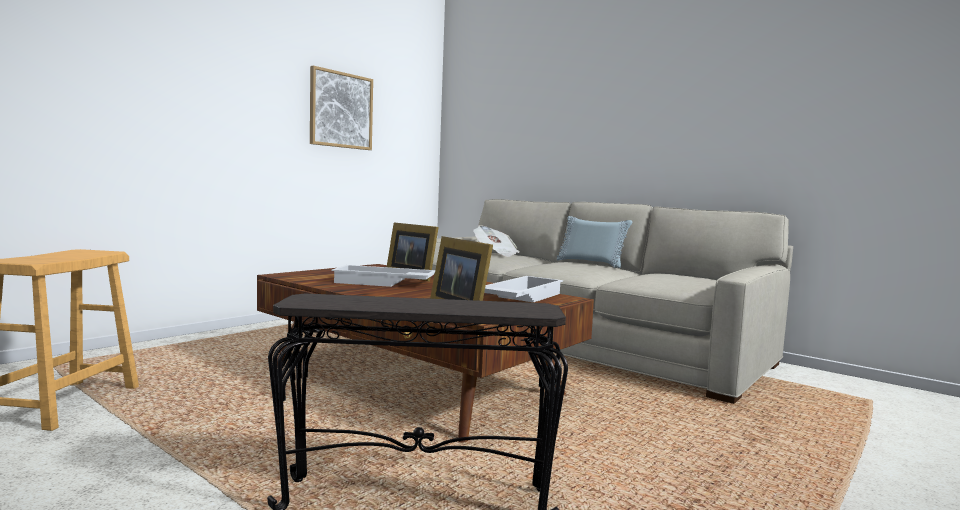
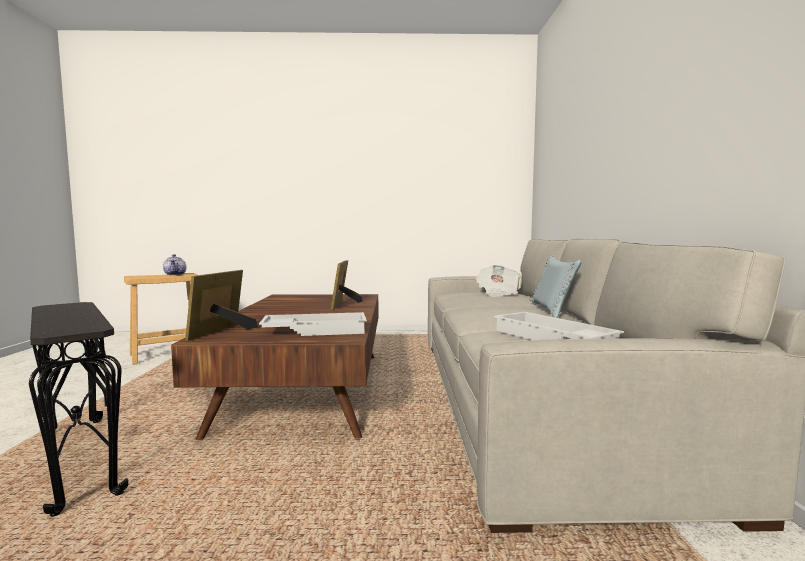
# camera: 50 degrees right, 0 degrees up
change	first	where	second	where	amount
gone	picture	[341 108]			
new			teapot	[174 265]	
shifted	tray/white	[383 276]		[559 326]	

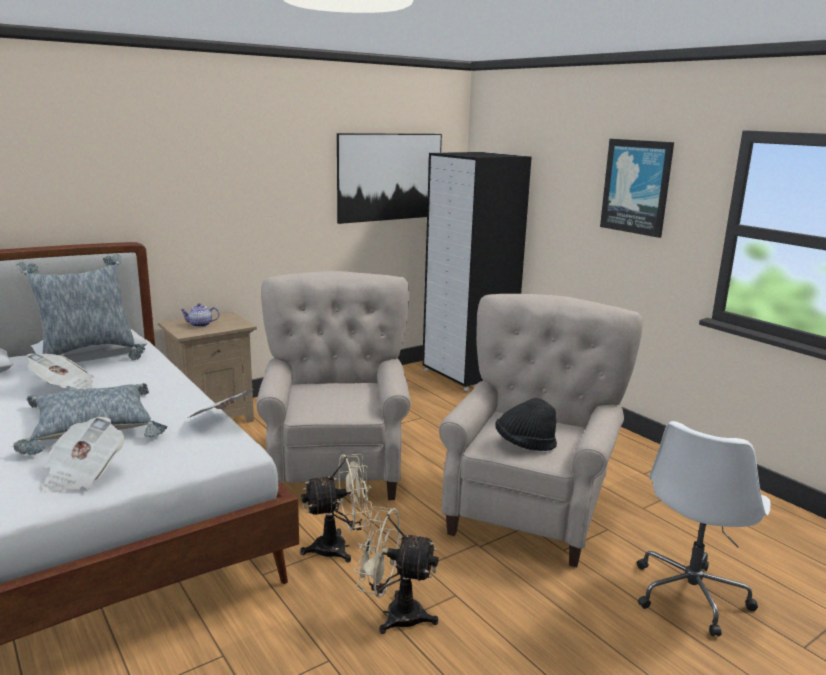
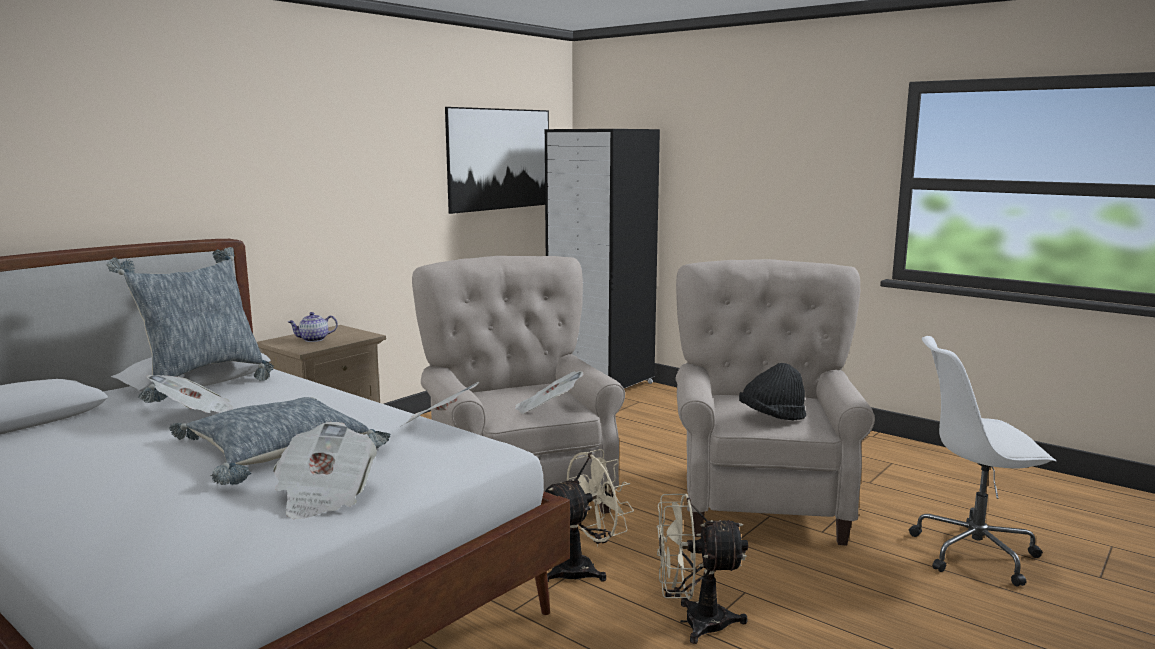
# camera: 15 degrees left, 5 degrees down
change	first	where	second	where	amount
gone	picture	[637 188]			
new			newspaper	[549 392]	
rotated	office chair/white	[703 528]		[982 461]	75 degrees clockwise

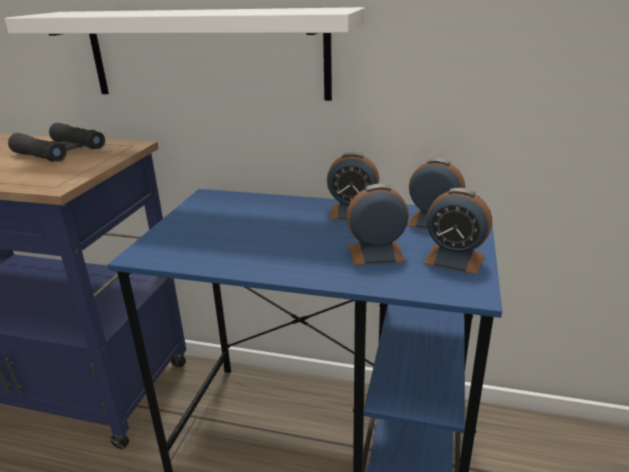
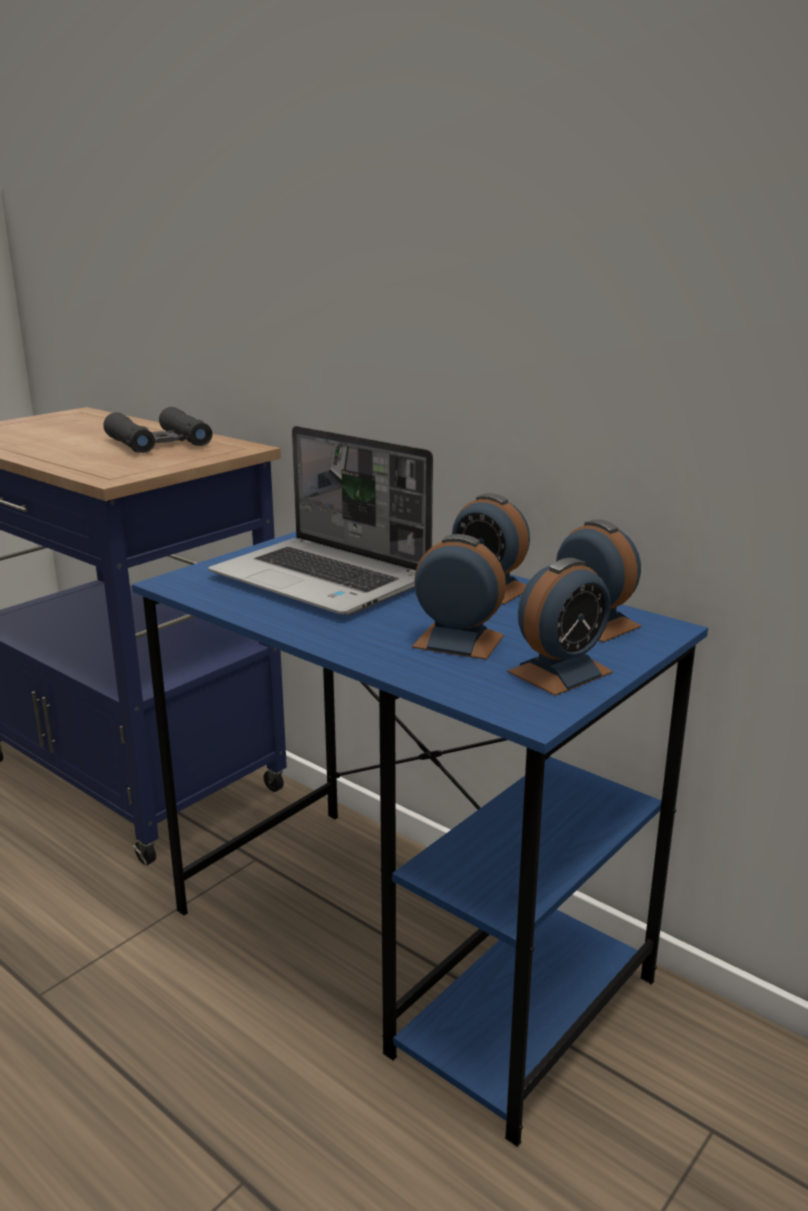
# camera: 25 degrees right, 5 degrees down
change	first	where	second	where	amount
gone	shelf/white	[185 54]			
new			laptop	[321 520]	
rotated	alarm clock	[457 231]		[560 627]	90 degrees counterclockwise

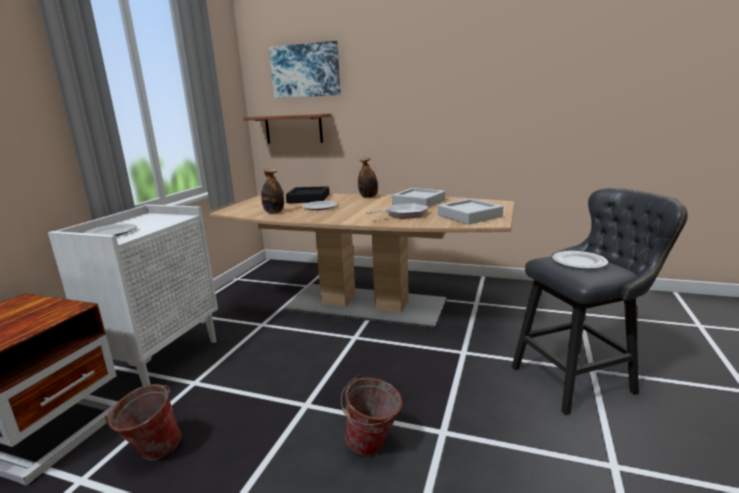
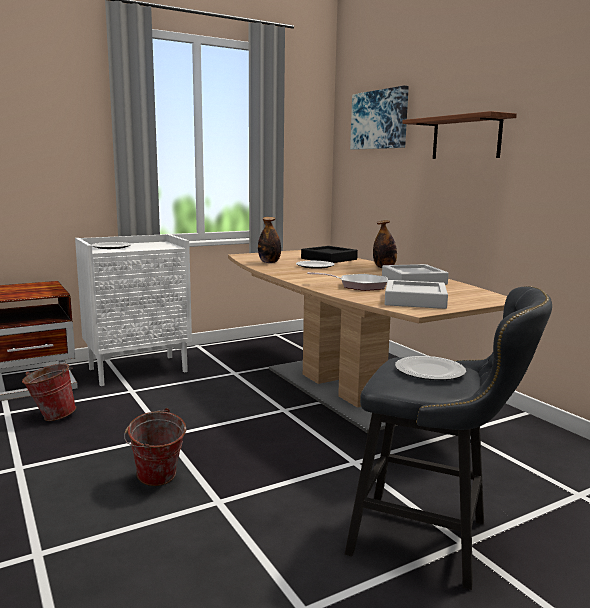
# camera: 40 degrees right, 5 degrees down
change	first	where	second	where	amount
shifted	shelf	[287 129]		[459 135]	

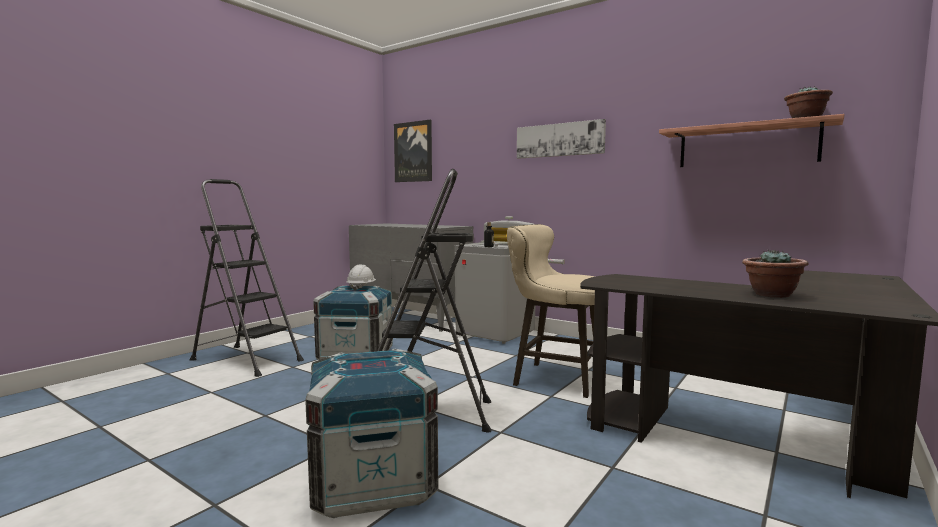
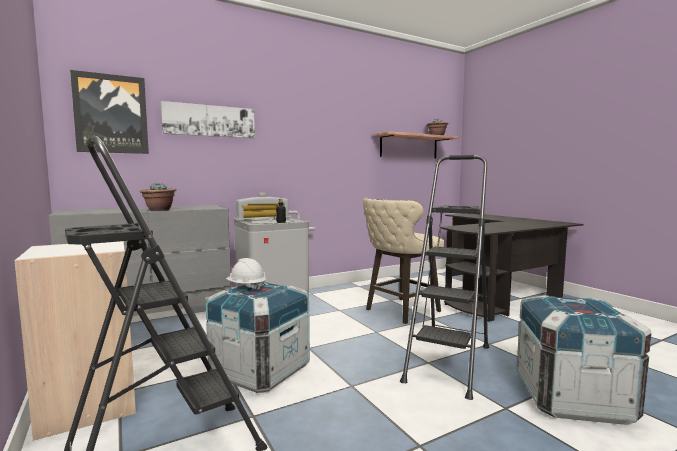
# camera: 65 degrees left, 0 degrees up
change	first	where	second	where	amount
new			bookcase	[75 341]	
shifted	picture	[561 139]		[208 119]	
shifted	potted plant	[775 274]		[158 197]	

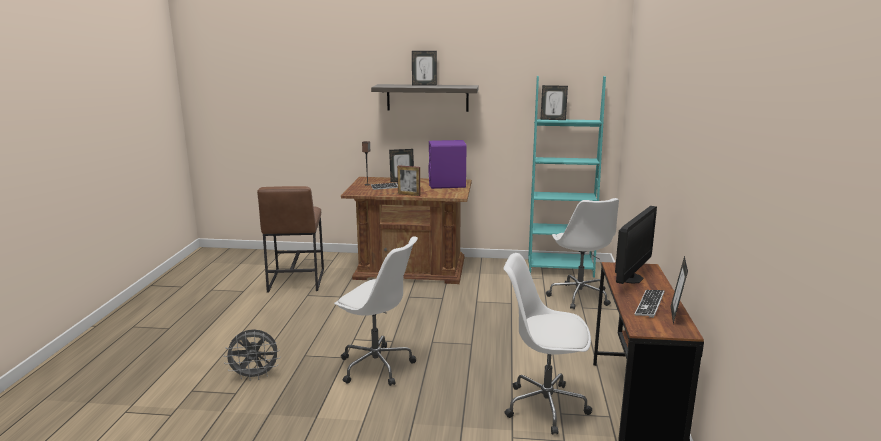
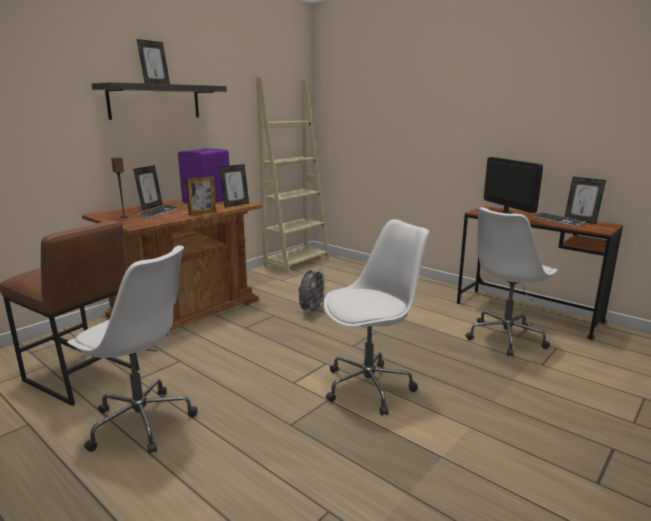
# camera: 55 degrees left, 0 degrees up
change	first	where	second	where	amount
shifted	fan/grey	[252 355]		[312 292]	
shifted	picture frame	[554 102]		[234 185]	
shifted	office chair/white	[582 253]		[132 349]	
repainted	bookcase/turquoise	[567 177]	bookcase/beige	[292 175]	

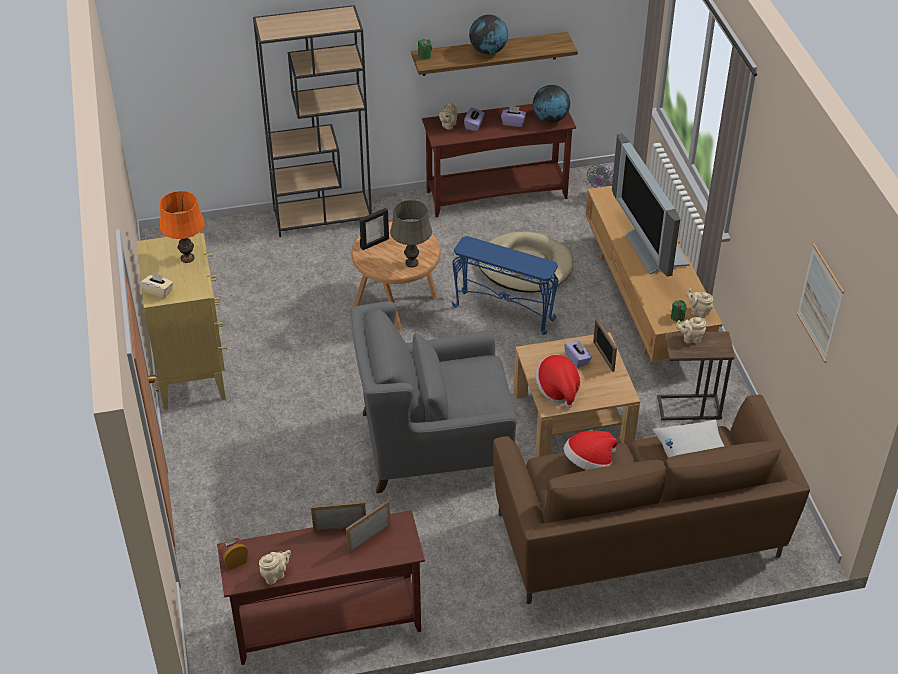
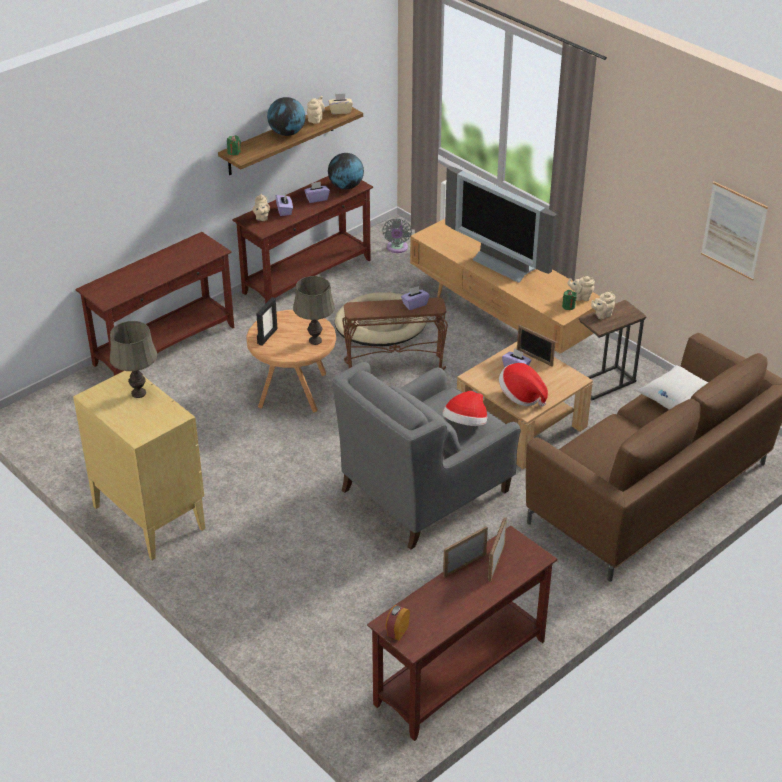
# camera: 30 degrees left, 5 degrees down
change	first	where	second	where	amount
new			tissue box/purple	[415 298]	
shifted	tissue box/beige	[157 285]		[341 104]	
shifted	teapot/beige	[275 567]		[316 110]	
shifted	hat	[591 450]		[465 408]	
swapped	bookcase	[312 121]	console table/brown	[154 304]	
repainted	table lamp/orange	[182 227]	table lamp/grey	[133 359]	
repainted	side table/blue	[505 285]	side table/brown	[395 333]	

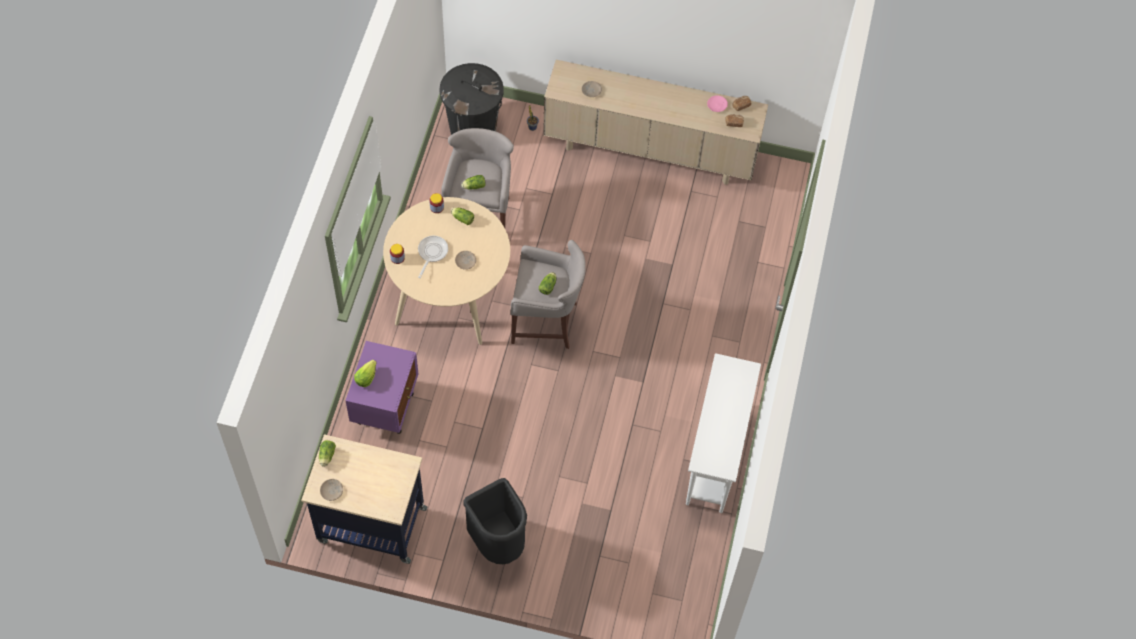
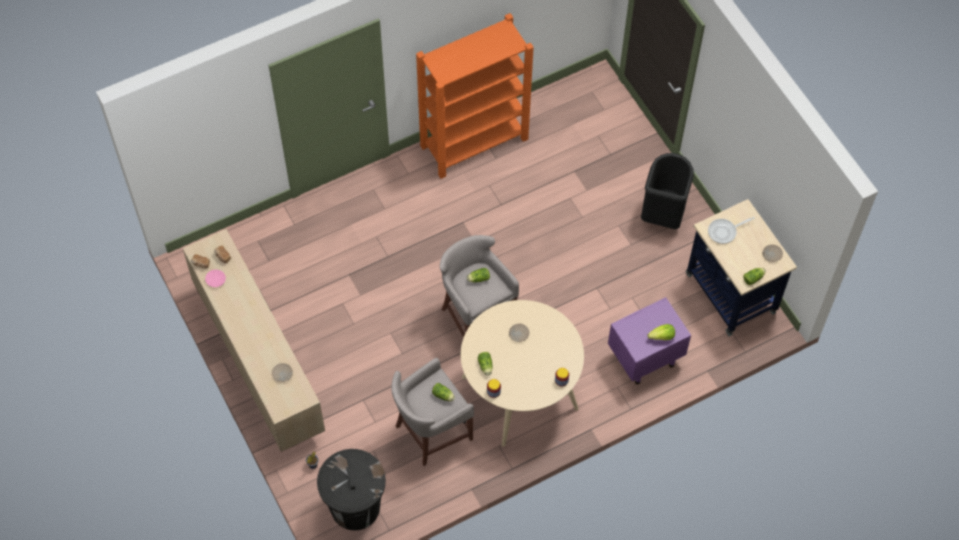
# camera: 130 degrees left, 0 degrees up
change	first	where	second	where	amount
shifted	frying pan	[433 257]		[731 230]	
swapped	console table/white	[723 433]	bookcase/orange	[475 96]	

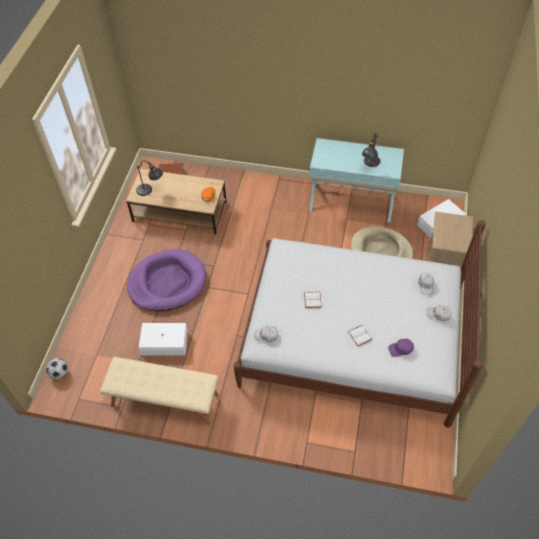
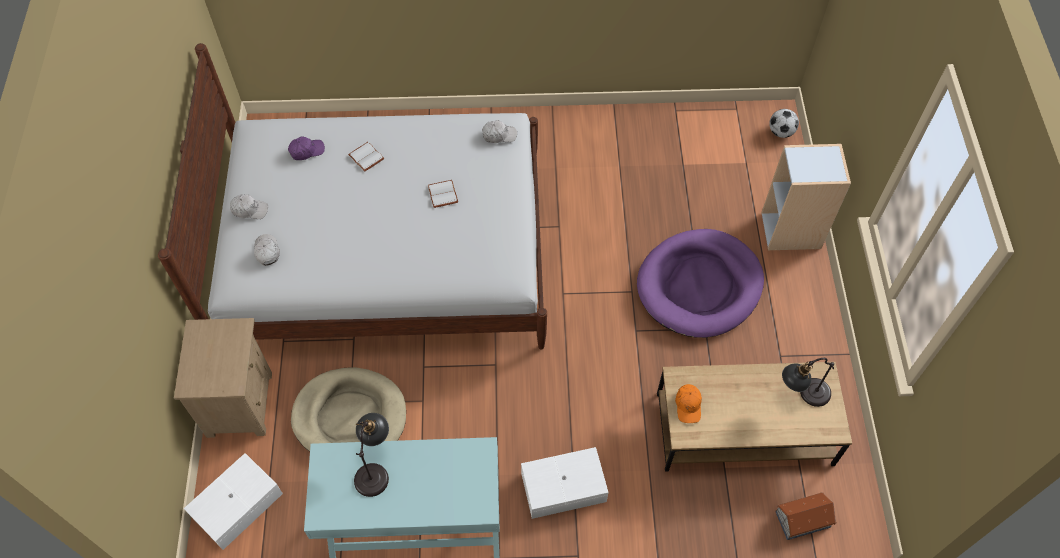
# camera: 165 degrees right, 5 degrees up
change	first	where	second	where	amount
gone	bench/beige	[159 391]			
new			bookcase	[806 197]	
shifted	storage box/white	[163 339]		[565 483]	

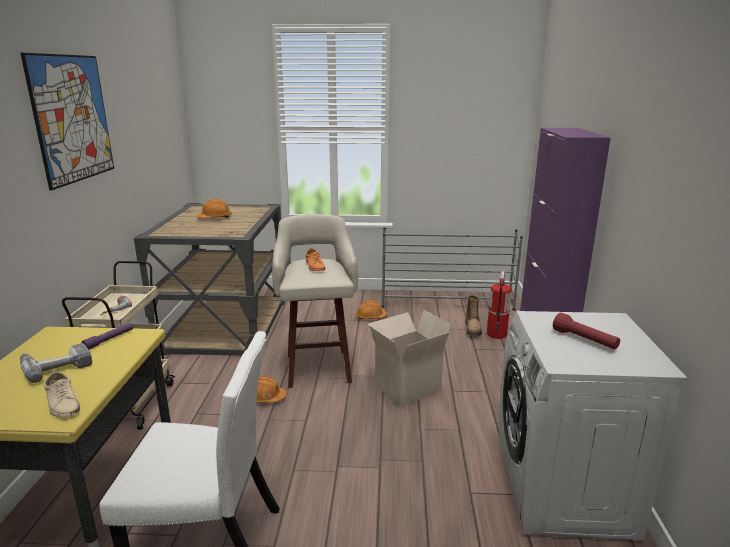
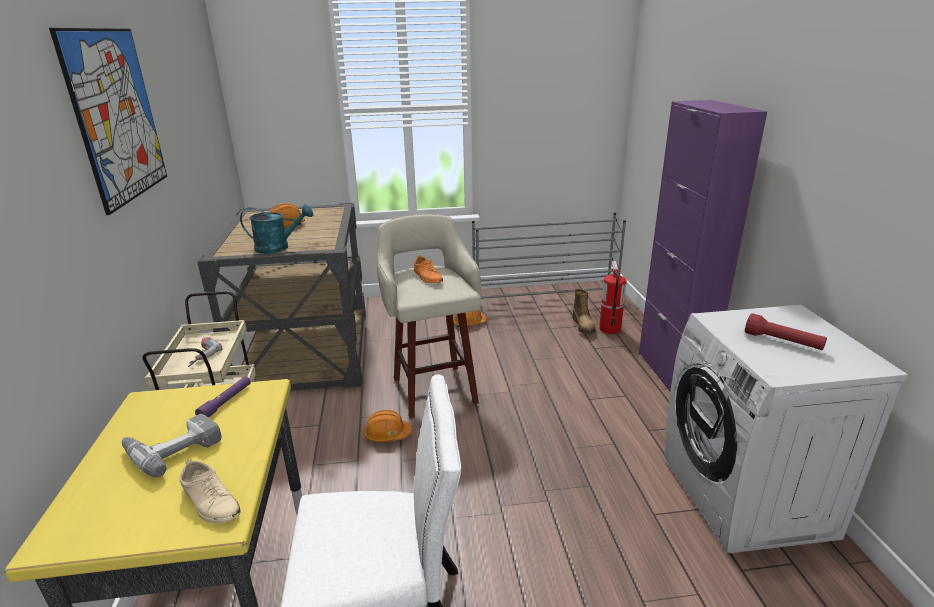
# camera: 10 degrees left, 5 degrees up
change	first	where	second	where	amount
gone	cardboard box	[409 358]			
new			watering can/turquoise	[276 229]	

